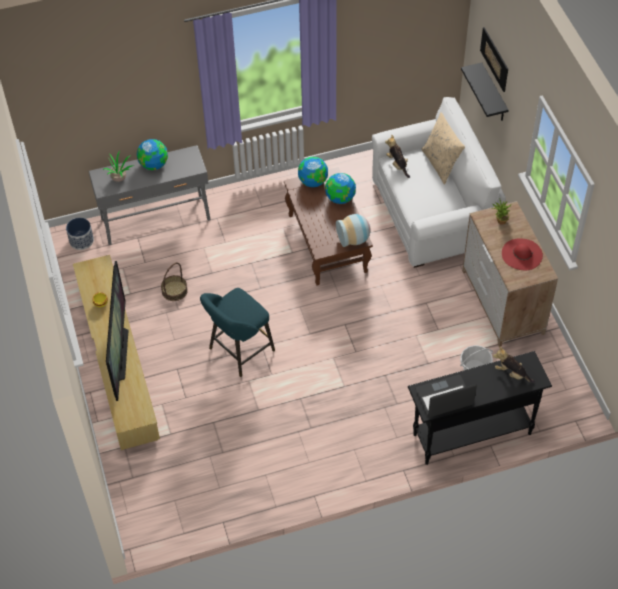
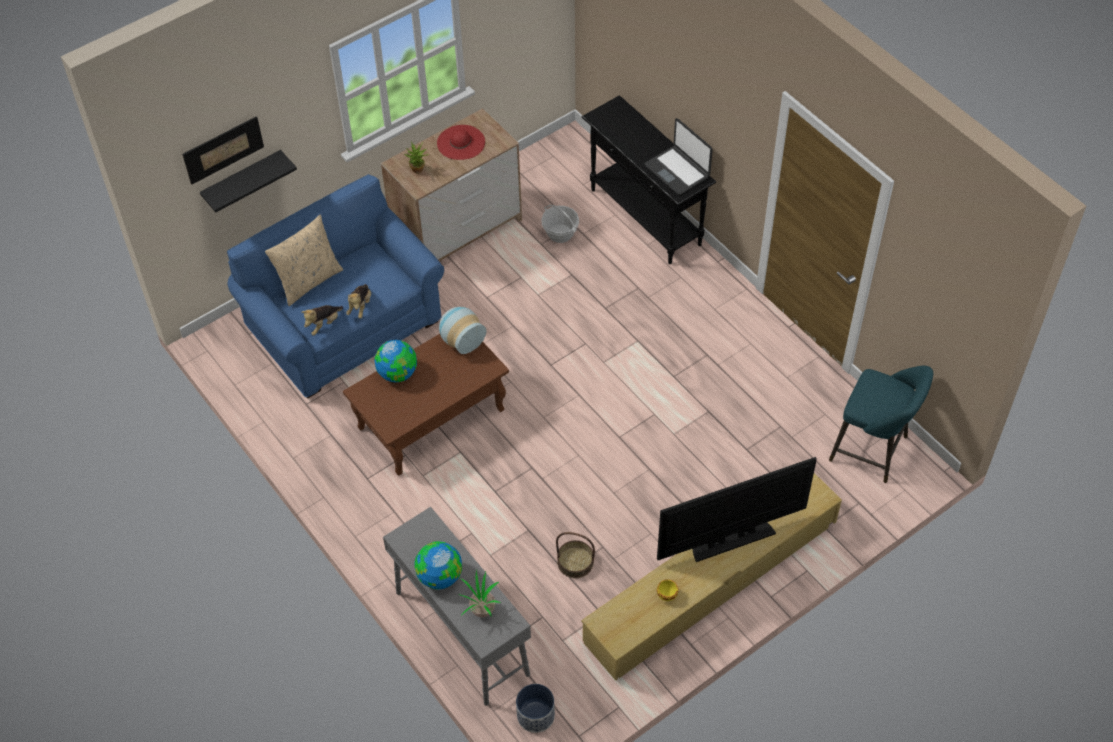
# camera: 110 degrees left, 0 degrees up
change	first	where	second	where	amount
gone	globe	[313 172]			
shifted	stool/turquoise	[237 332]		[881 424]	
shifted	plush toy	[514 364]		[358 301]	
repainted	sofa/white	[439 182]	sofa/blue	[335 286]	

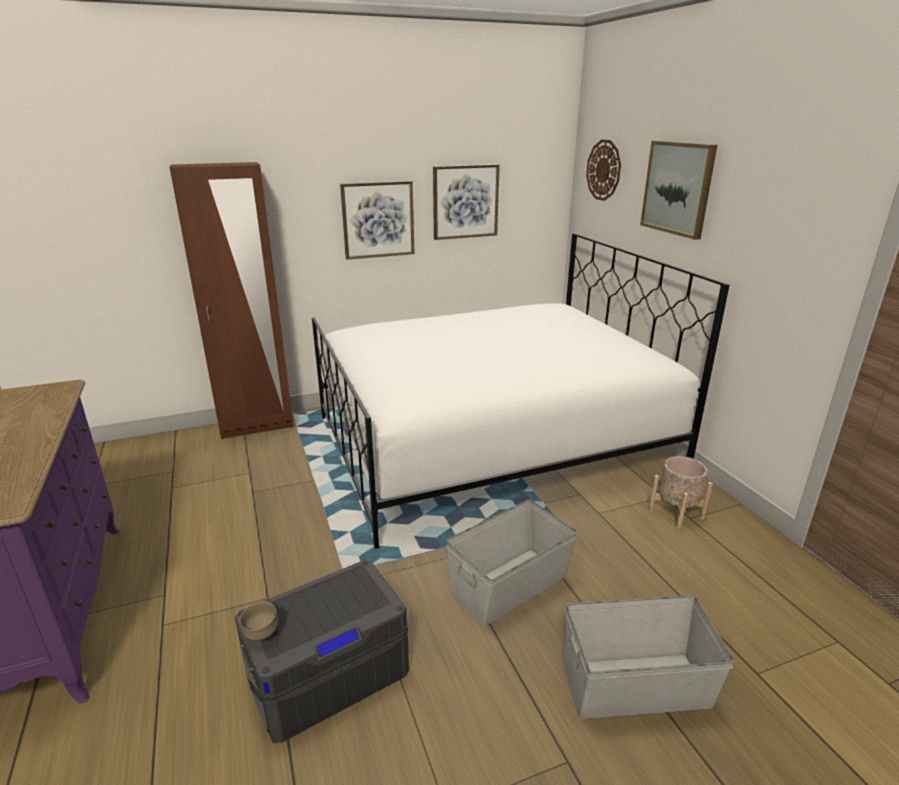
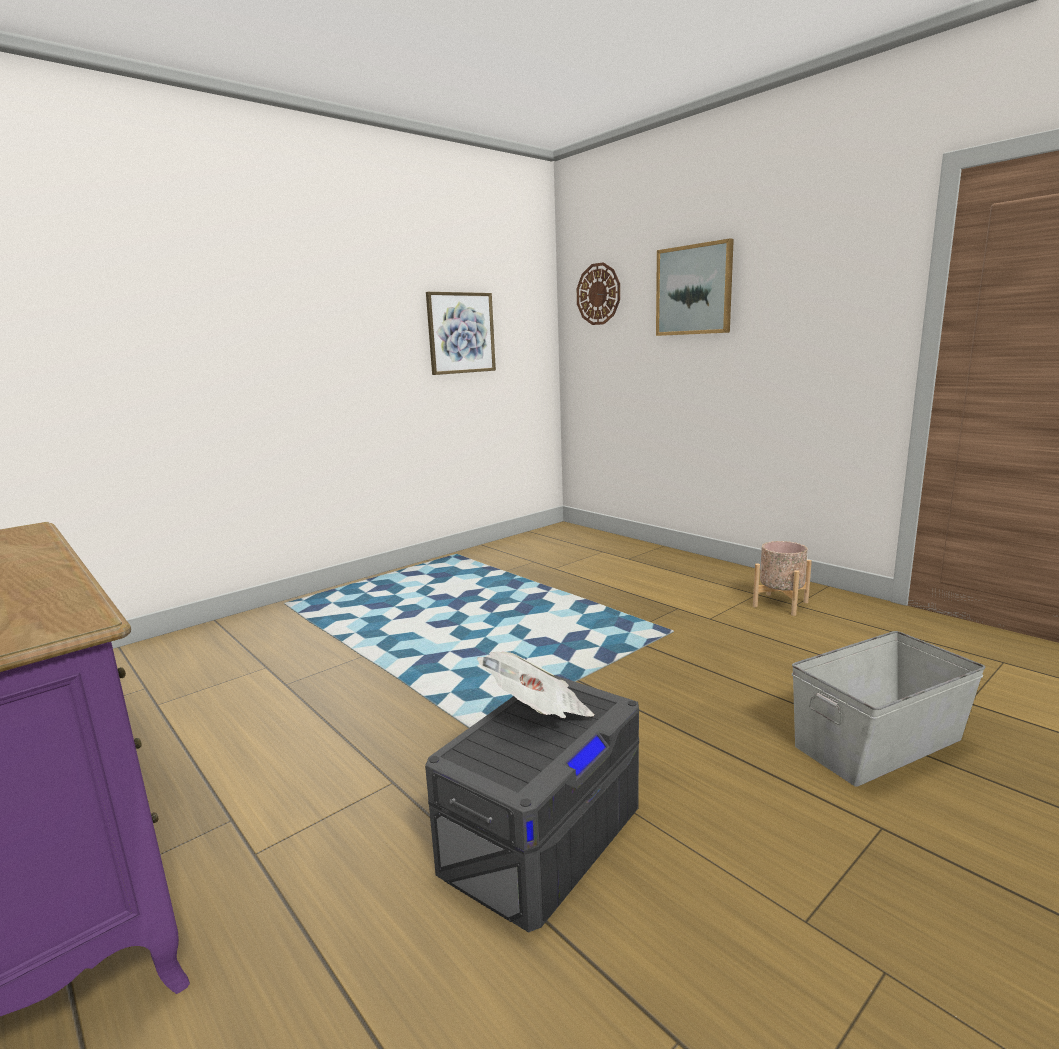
# camera: 20 degrees left, 10 degrees down
change	first	where	second	where	amount
gone	wardrobe/brown	[232 300]			
gone	bowl/brown	[258 621]			
gone	bed/white	[521 391]			
gone	picture	[377 220]			
gone	storage box/grey	[511 563]			
new			newspaper	[535 685]	

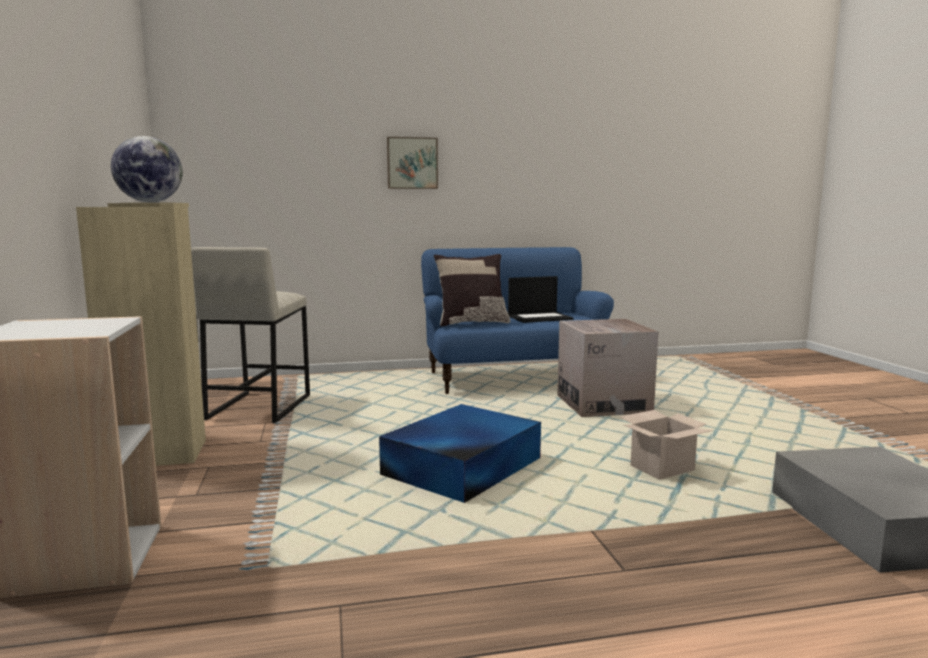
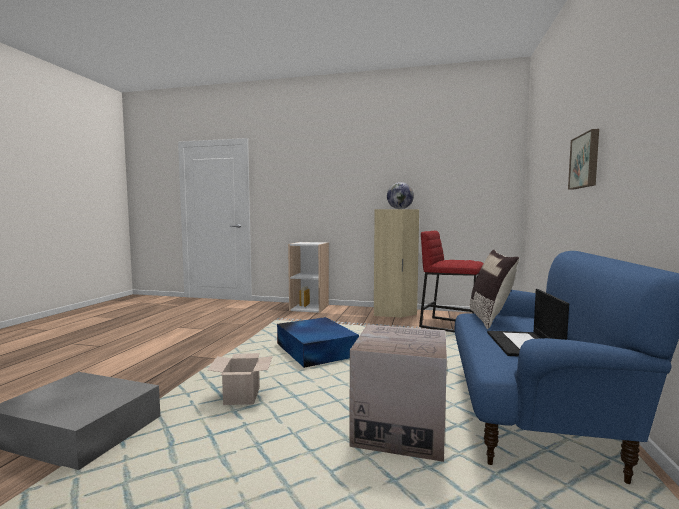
# camera: 115 degrees right, 5 degrees down
change	first	where	second	where	amount
repainted	stool/beige	[250 335]	stool/red	[451 281]	

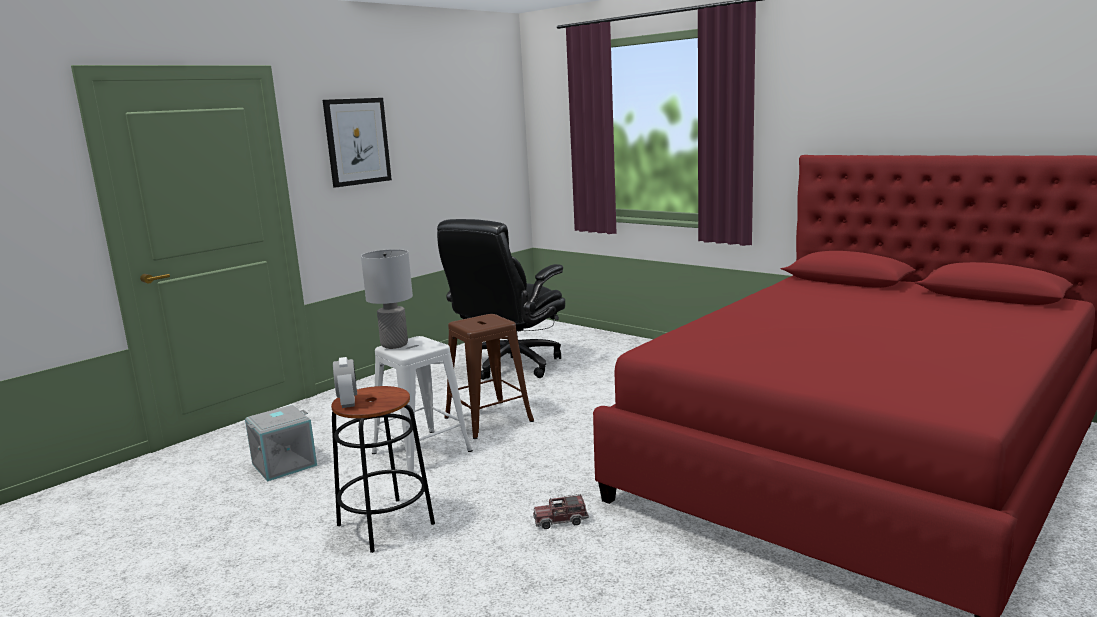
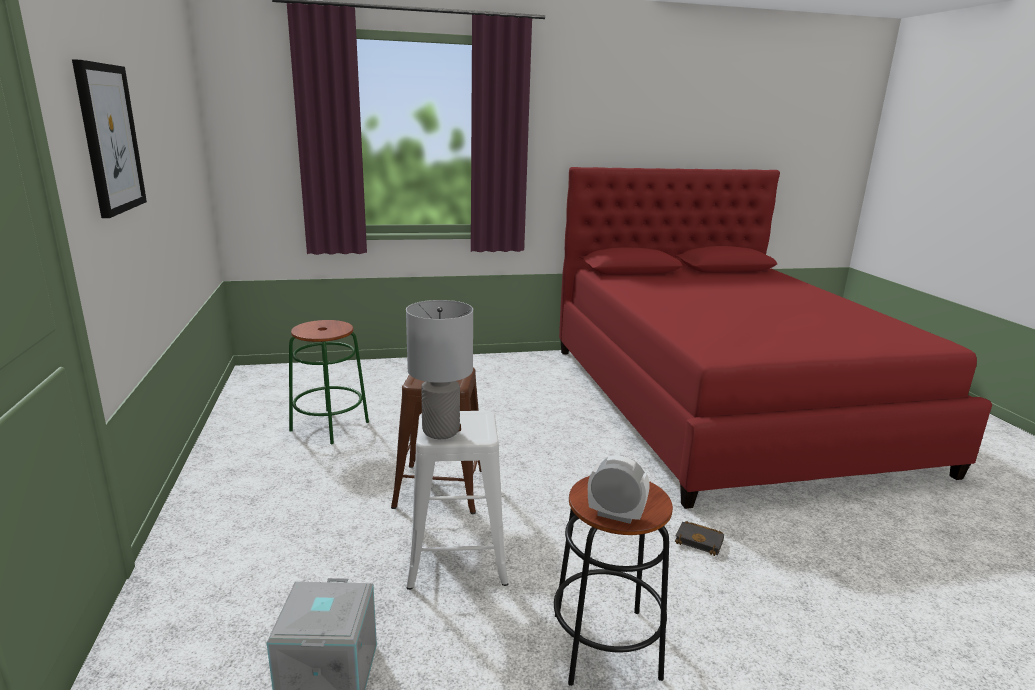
# camera: 55 degrees left, 5 degrees up
change	first	where	second	where	amount
swapped	office chair/black	[501 299]	stool/green	[329 382]	
swapped	toy truck	[561 511]	book/black	[699 538]	

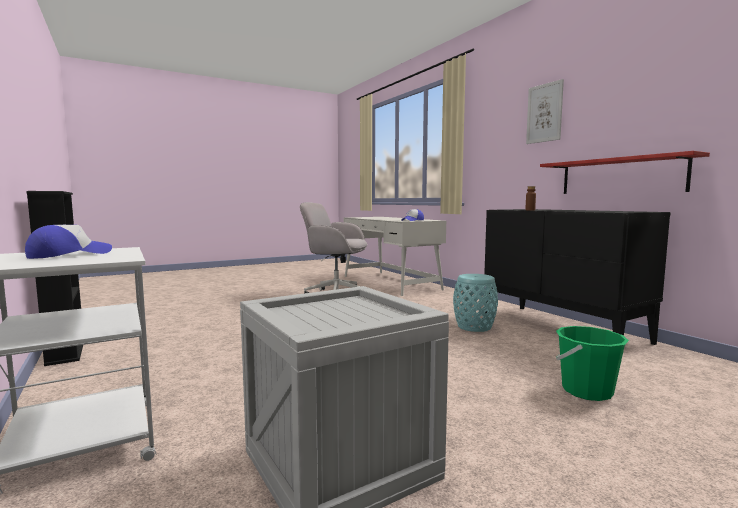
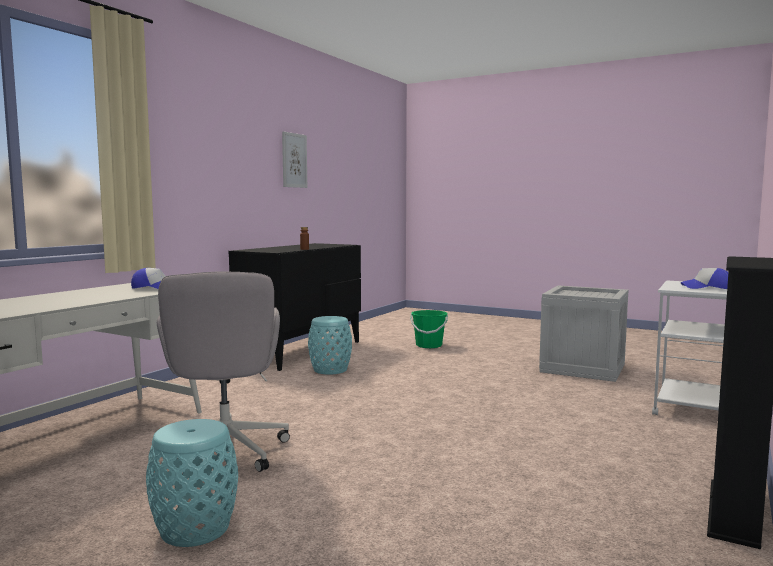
# camera: 120 degrees left, 0 degrees up
change	first	where	second	where	amount
gone	shelf/red	[625 172]			
new			stool/turquoise	[192 483]	
shifted	picture	[545 111]		[294 159]	

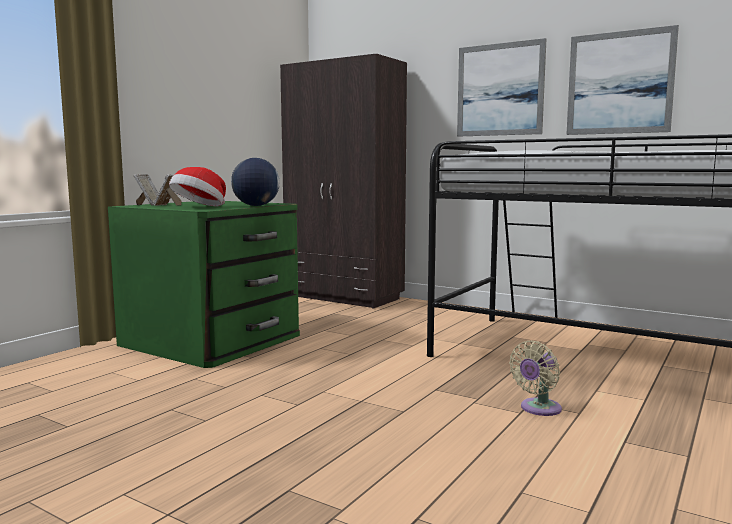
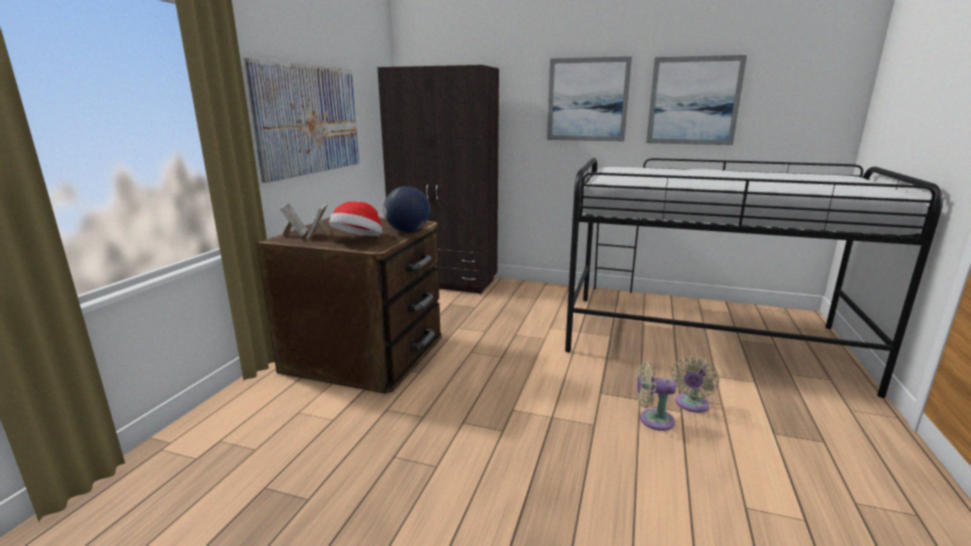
# camera: 15 degrees left, 10 degrees up
change	first	where	second	where	amount
new			picture	[301 120]	
new			fan/beige	[656 396]	
repainted	dresser/green	[204 284]	dresser/brown	[349 305]	

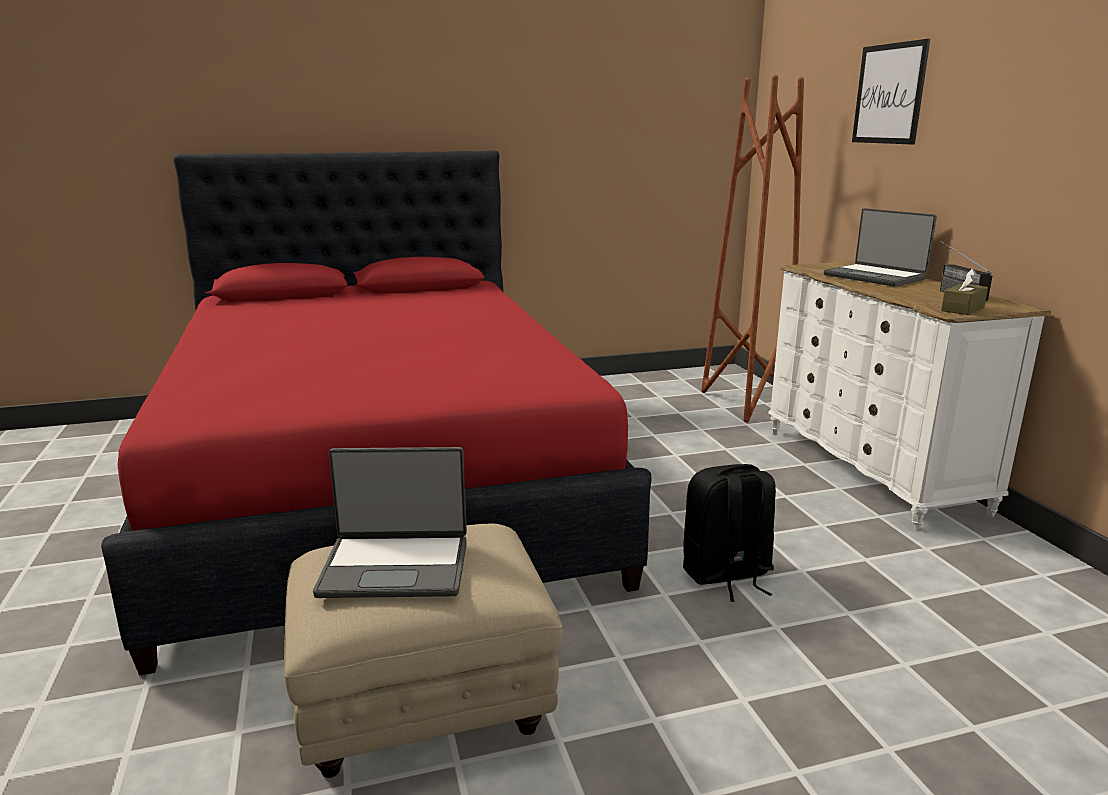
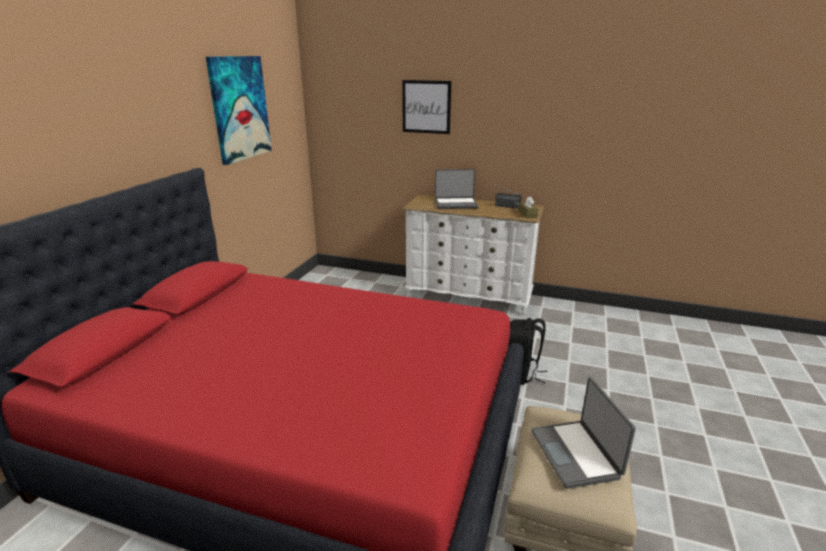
# camera: 55 degrees left, 5 degrees up
change	first	where	second	where	amount
gone	clothes rack/brown	[752 248]			
new			picture	[239 110]	
rotated	laptop	[390 522]		[583 433]	135 degrees clockwise

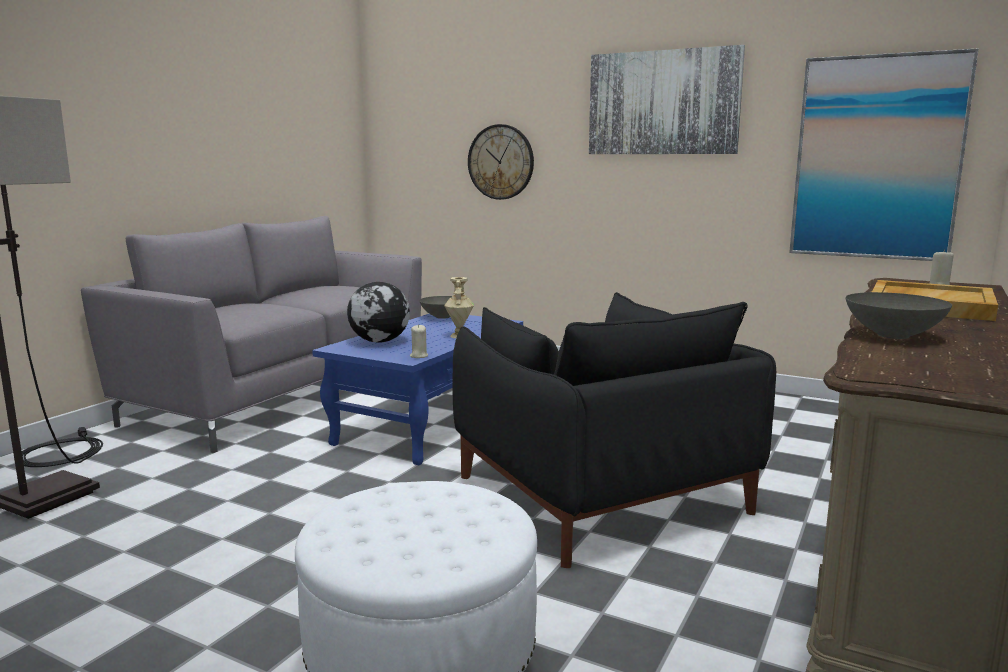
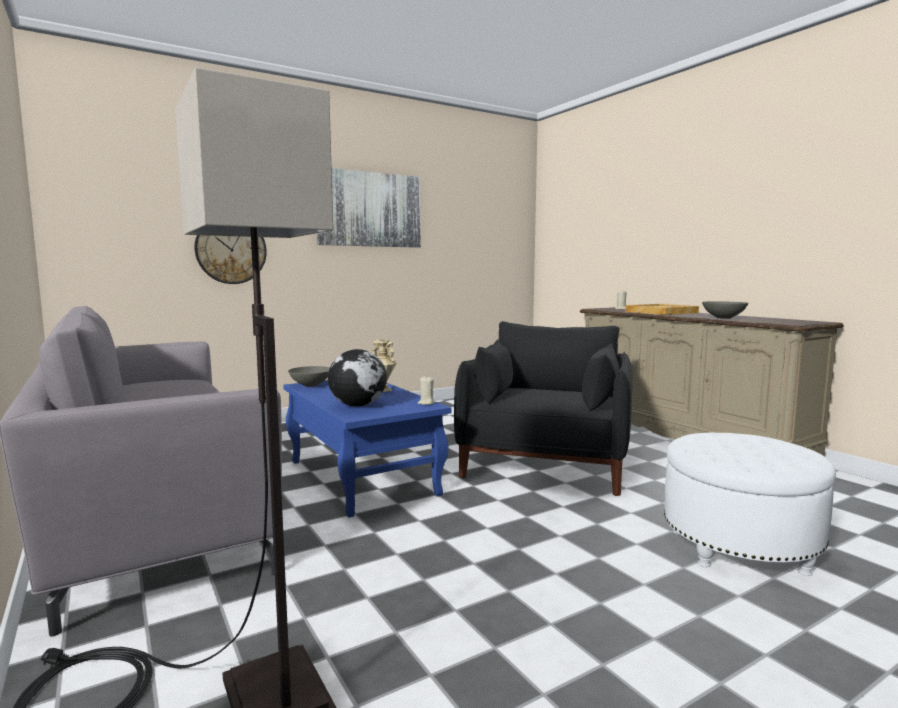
# camera: 60 degrees left, 5 degrees down
change	first	where	second	where	amount
gone	picture	[884 154]			
rotated	armchair/black	[614 430]		[543 408]	75 degrees counterclockwise

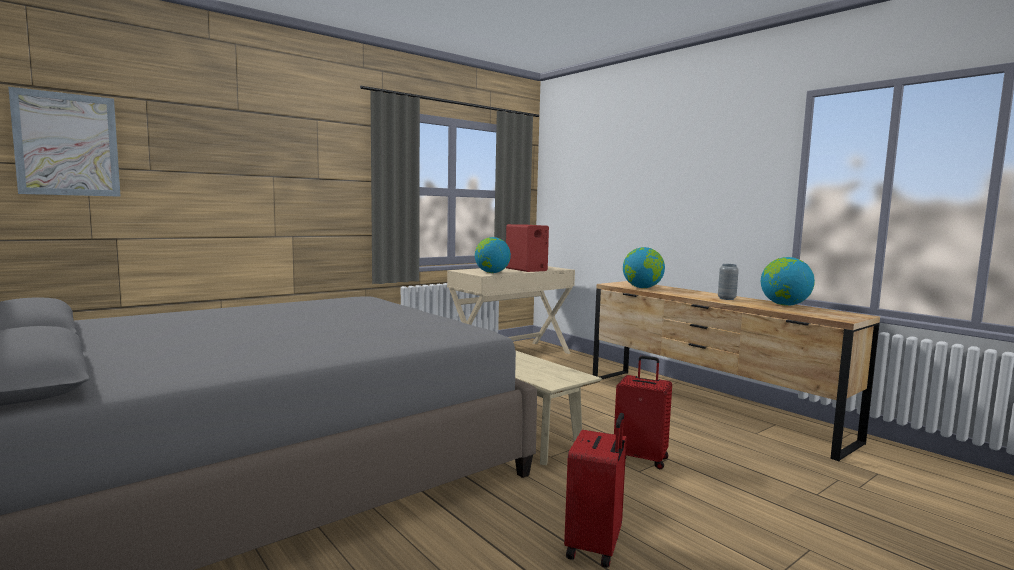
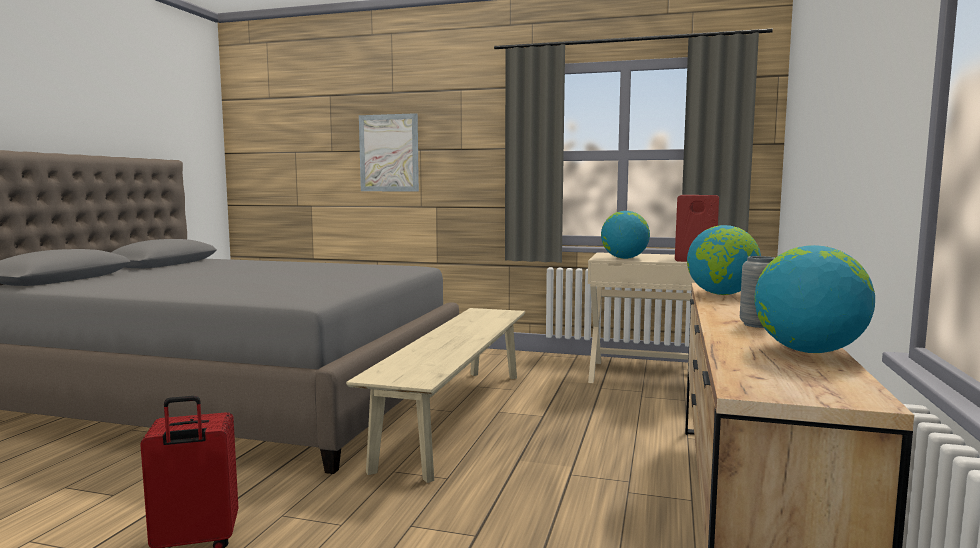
# camera: 55 degrees right, 0 degrees up
change	first	where	second	where	amount
gone	suitcase/red	[643 412]			
shifted	picture	[64 142]		[389 152]	

